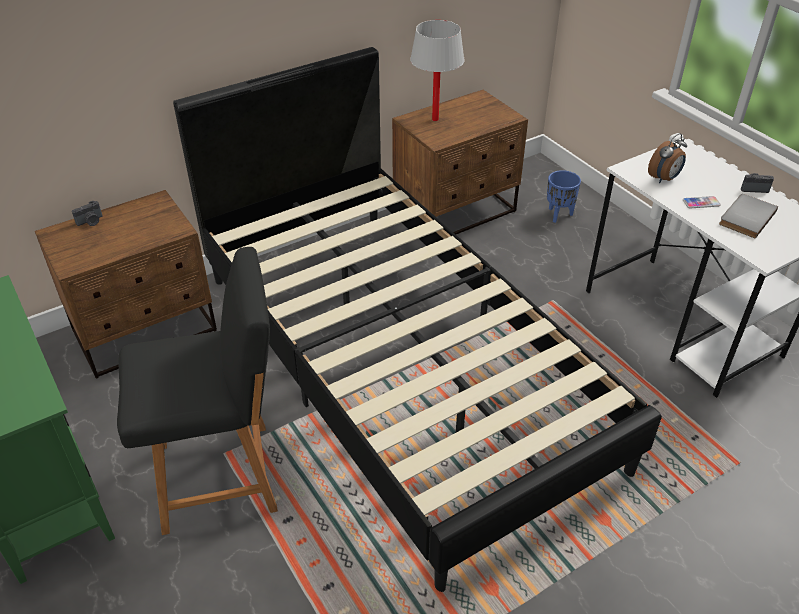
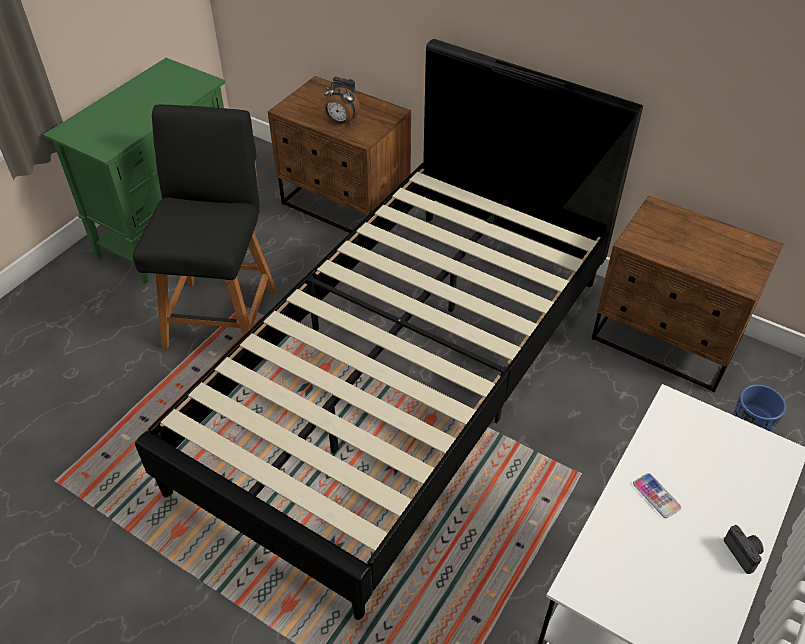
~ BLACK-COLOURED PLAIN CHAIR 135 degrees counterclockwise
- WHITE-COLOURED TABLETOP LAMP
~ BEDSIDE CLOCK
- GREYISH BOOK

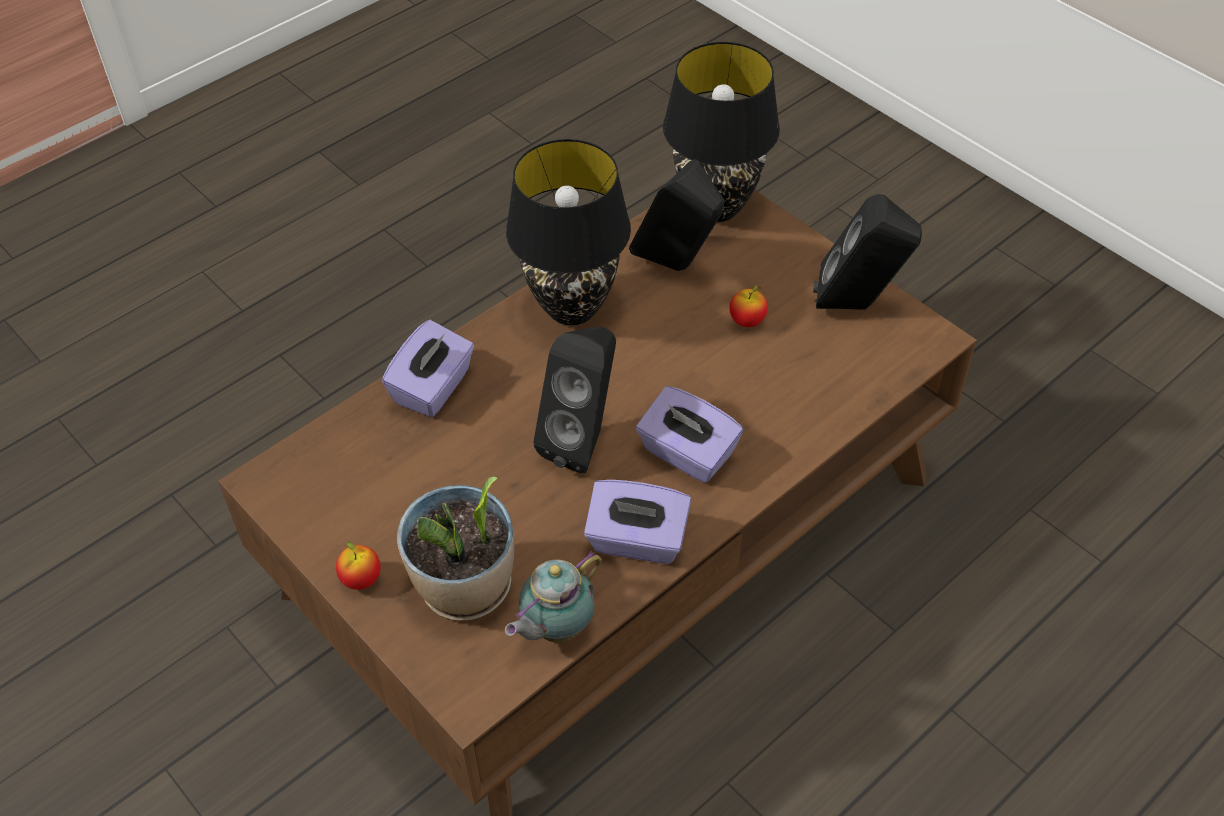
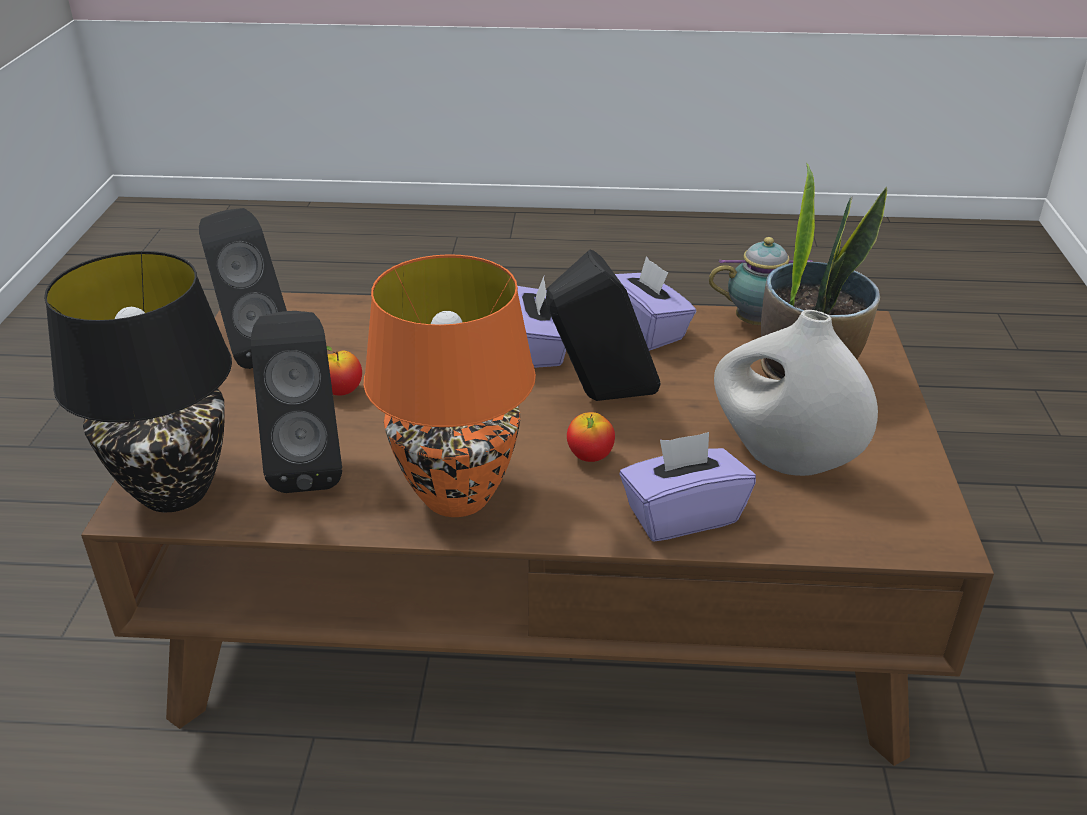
~ APPLE (1st from left in the first image) to APPLE (2nd from left)
~ BLACK-COLOURED TABLETOP LAMP (1st from left) to ORANGE TABLETOP LAMP
+ WHITE-COLOURED VASE

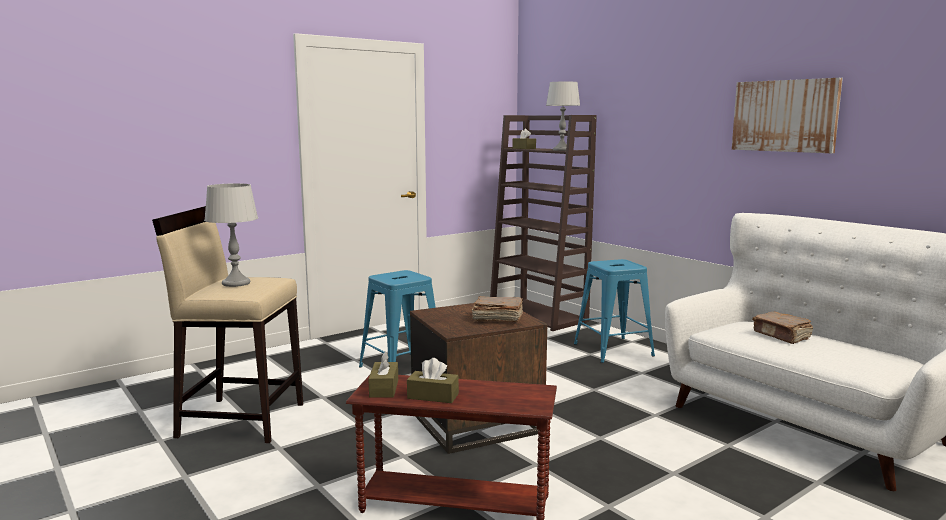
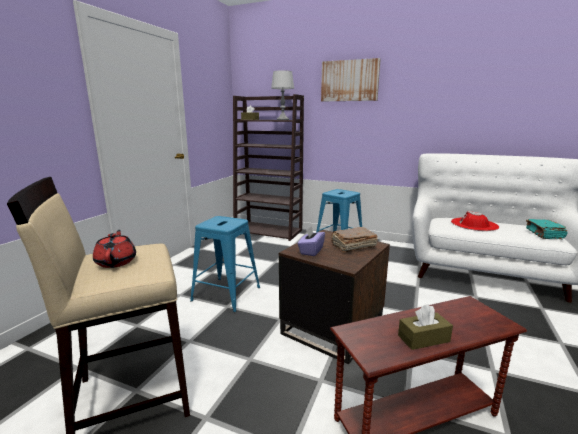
~ GREYISH TABLETOP LAMP (1st from left) to RED-COLOURED TEA POT
- BROWN TISSUE BOX (1st from left)
~ WALL ART
~ BROWN BOOK (2nd from left) to RED-COLOURED CLOTHING HAT
+ PURPLE TISSUE BOX
+ TURQUOISE BOOK

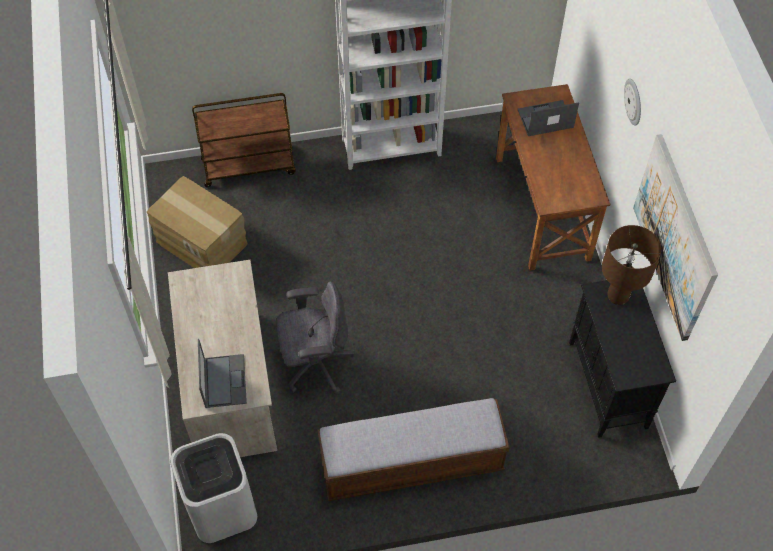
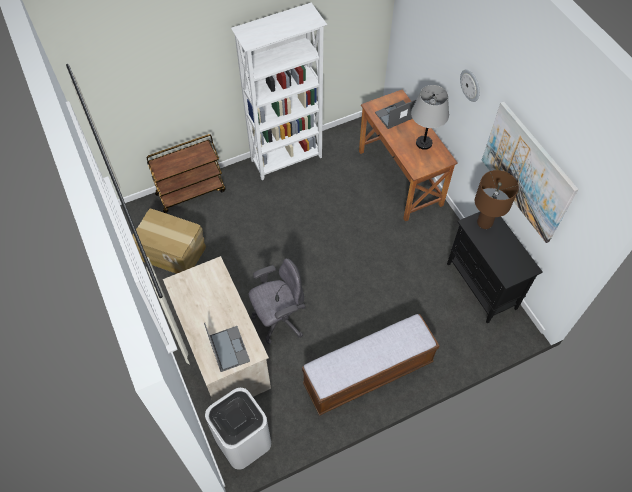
+ GREYISH TABLETOP LAMP

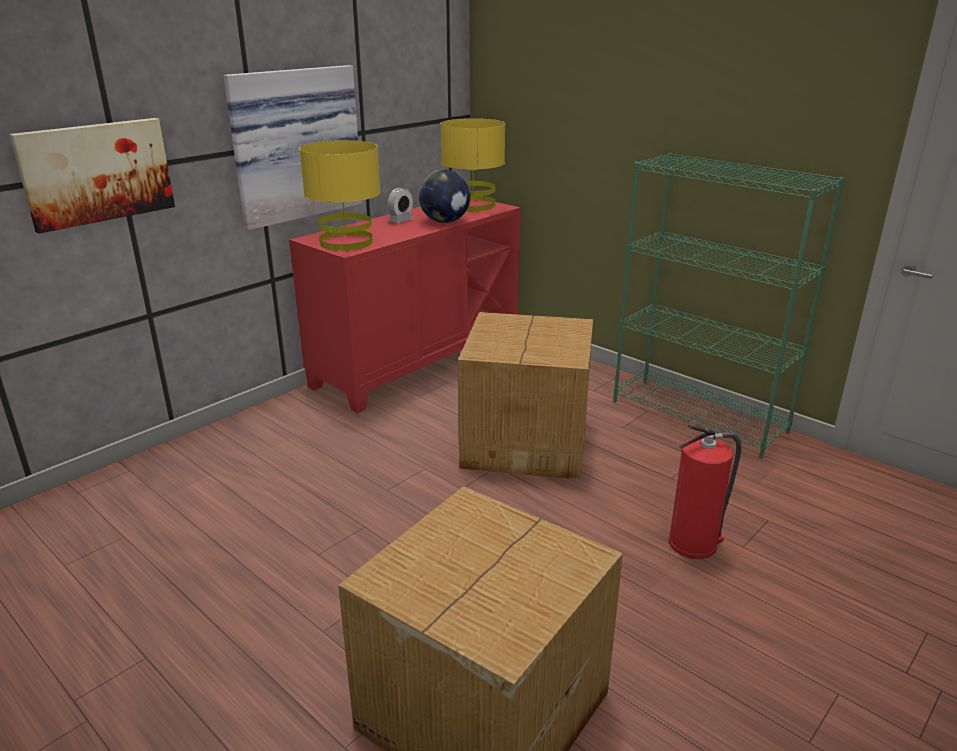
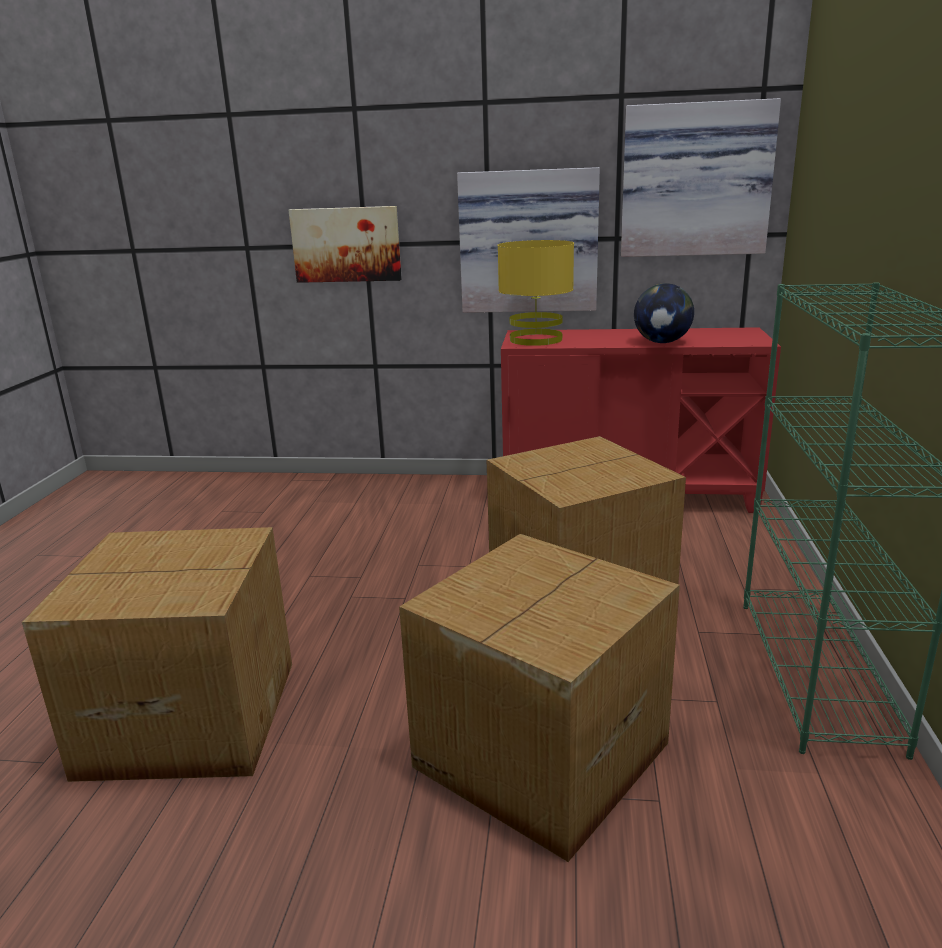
- BEDSIDE CLOCK
- YELLOW-COLOURED TABLETOP LAMP (2nd from left)
~ EXTINGUISHER to CARDBOARD BOX (2nd from left)
+ WALL ART (3rd from left)

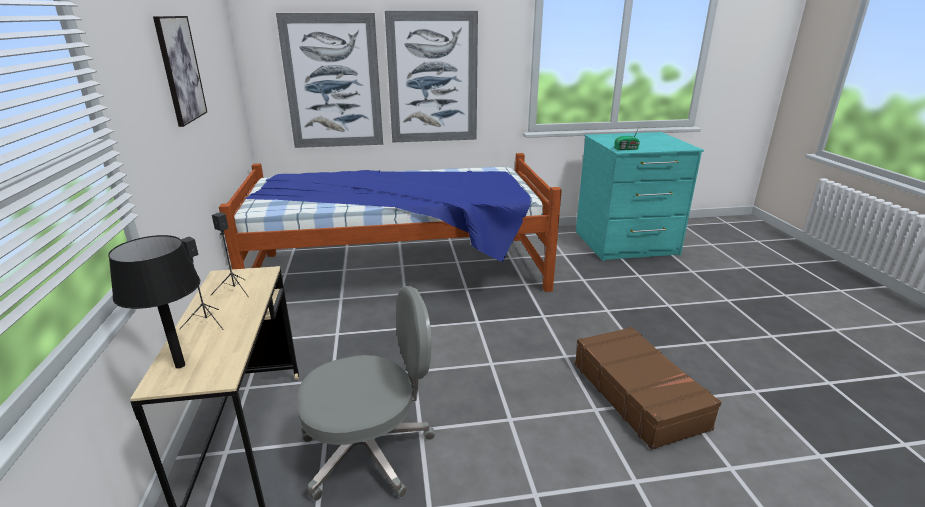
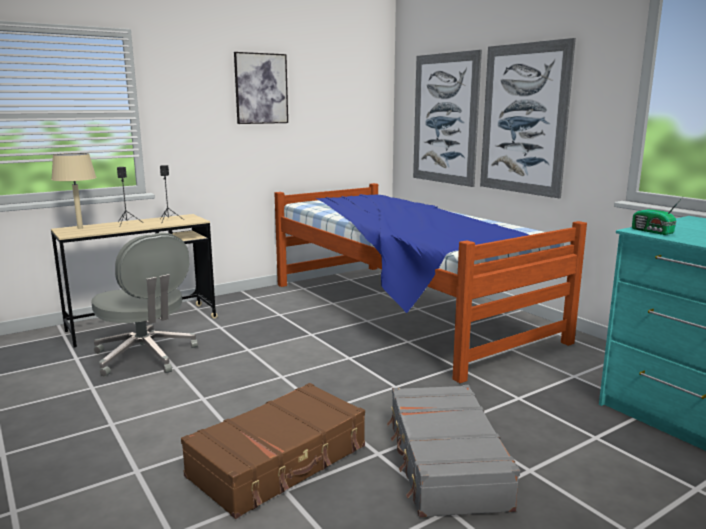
~ BLACK-COLOURED TABLETOP LAMP to BEIGE TABLETOP LAMP
+ GREYISH PIECE OF LUGGAGE

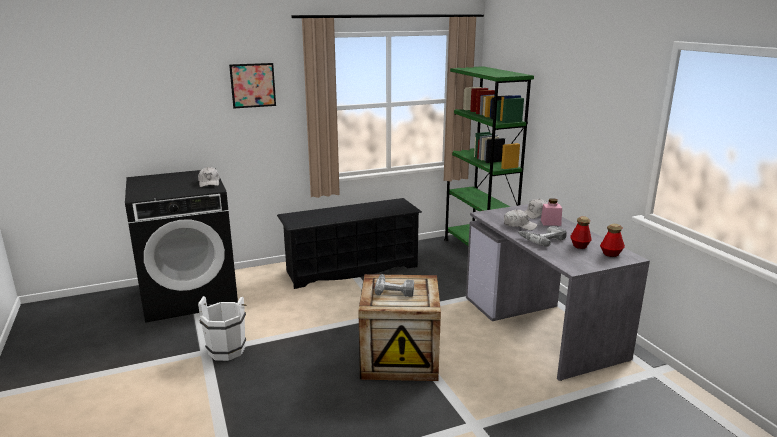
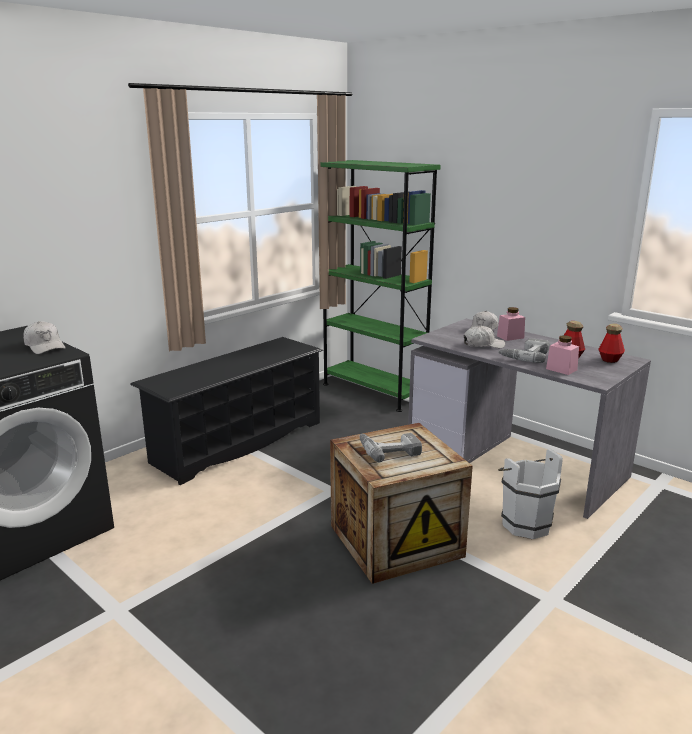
~ WHITE-COLOURED PAIL
- WALL ART
+ PINK JAR (2nd from left)

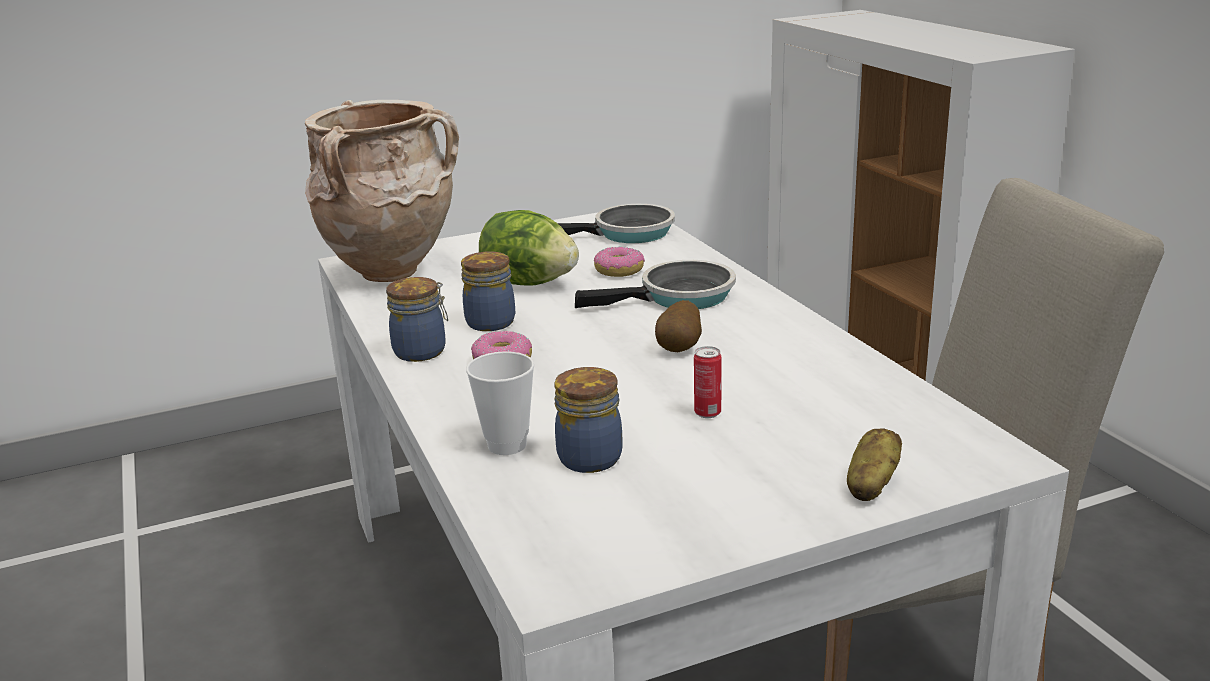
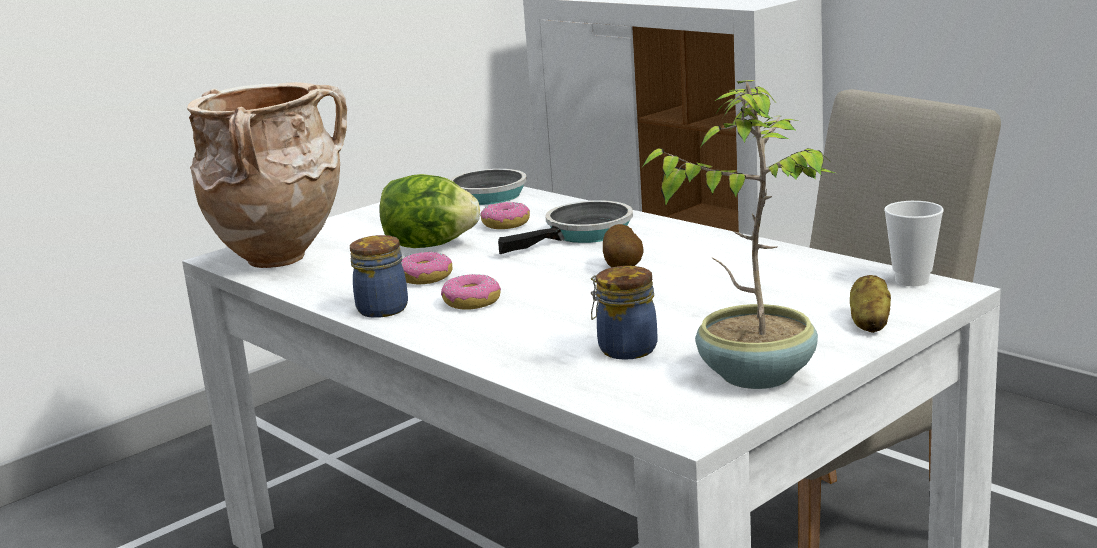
~ JAR (2nd from left) to DOUGHNUT (1st from left)
~ CUP
- CAN
+ HOUSEPLANT

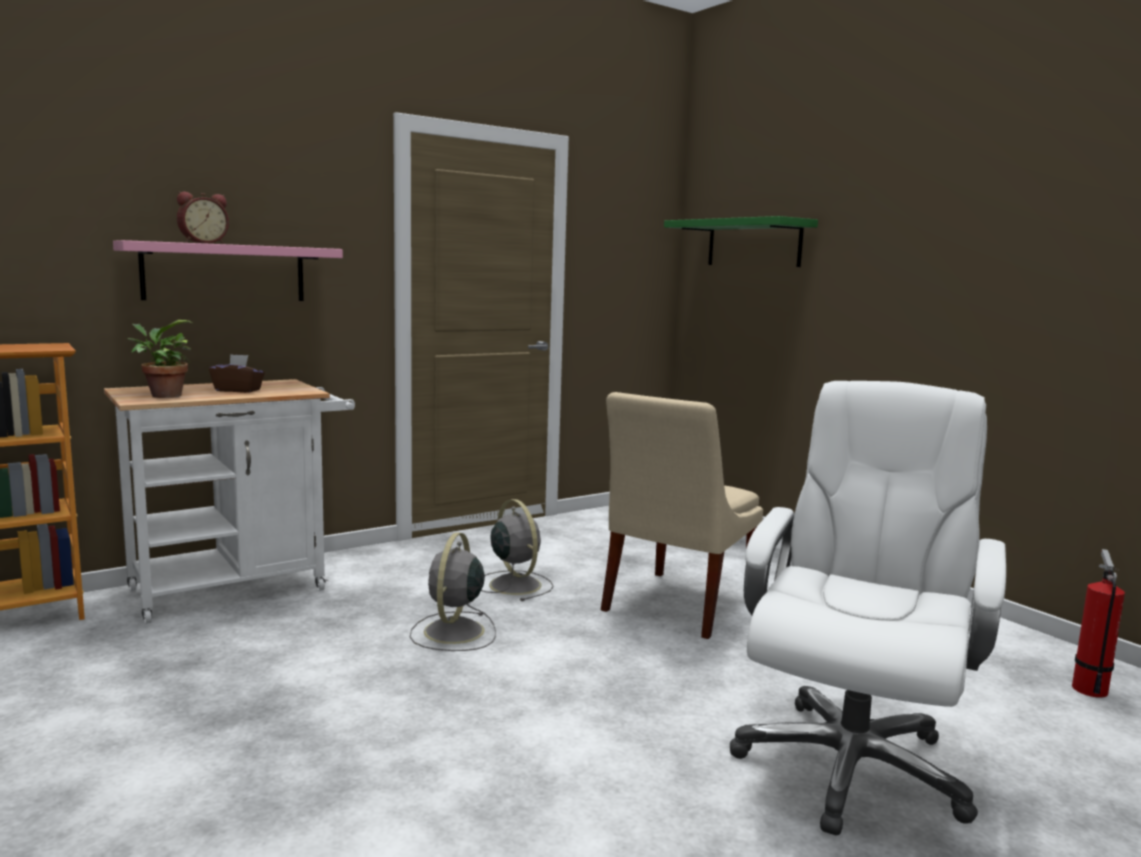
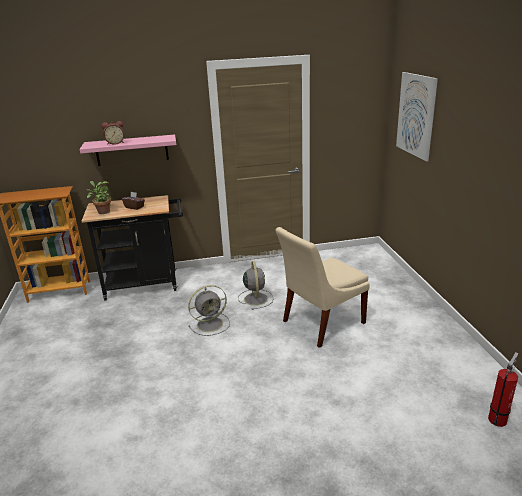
~ WHITE-COLOURED WHEELED CART to BLACK-COLOURED WHEELED CART
~ GREYISH ELECTRIC FAN (1st from left) 150 degrees counterclockwise
~ GREENISH SHELF to WALL ART
- WHITE-COLOURED DESK CHAIR

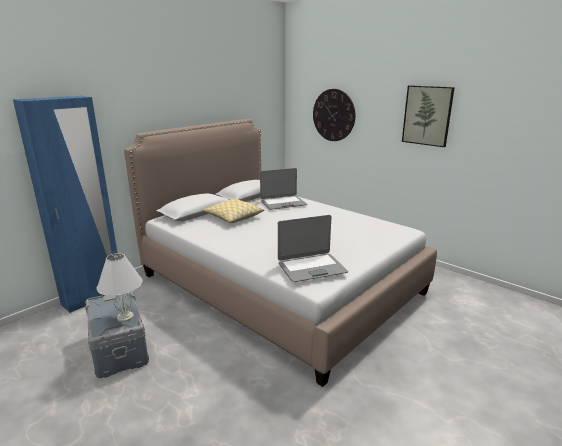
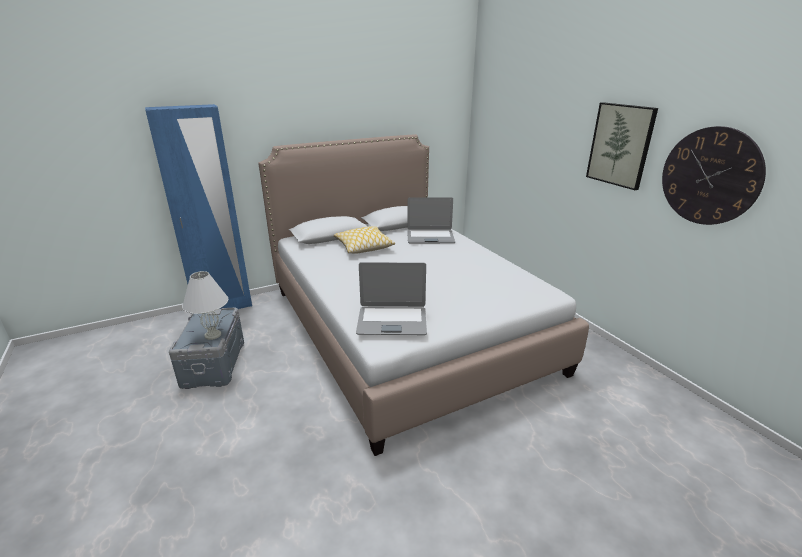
~ WALL CLOCK

